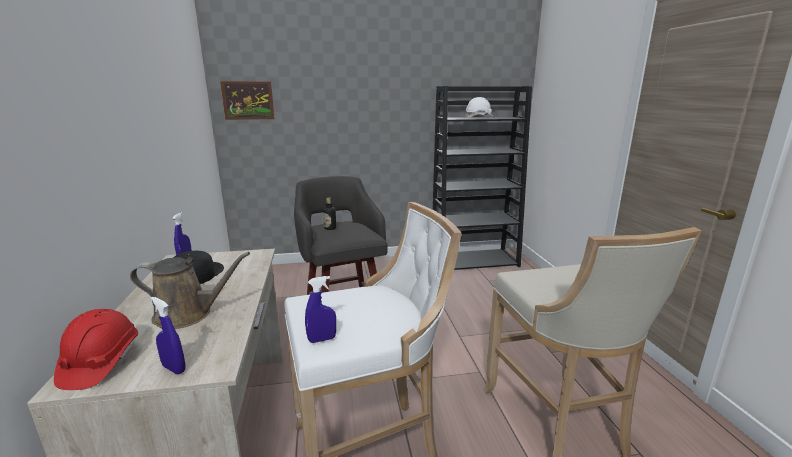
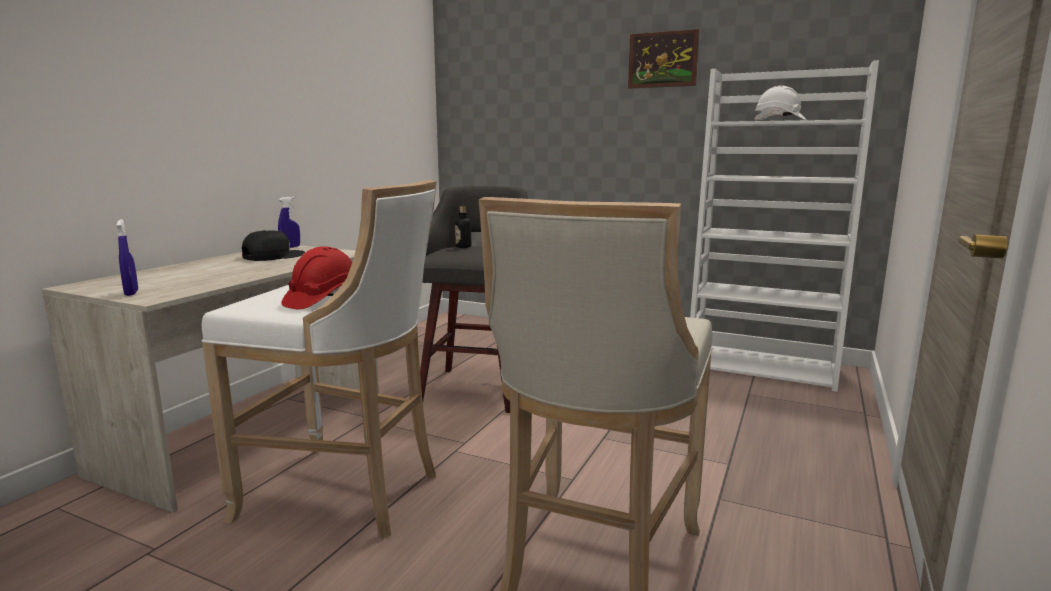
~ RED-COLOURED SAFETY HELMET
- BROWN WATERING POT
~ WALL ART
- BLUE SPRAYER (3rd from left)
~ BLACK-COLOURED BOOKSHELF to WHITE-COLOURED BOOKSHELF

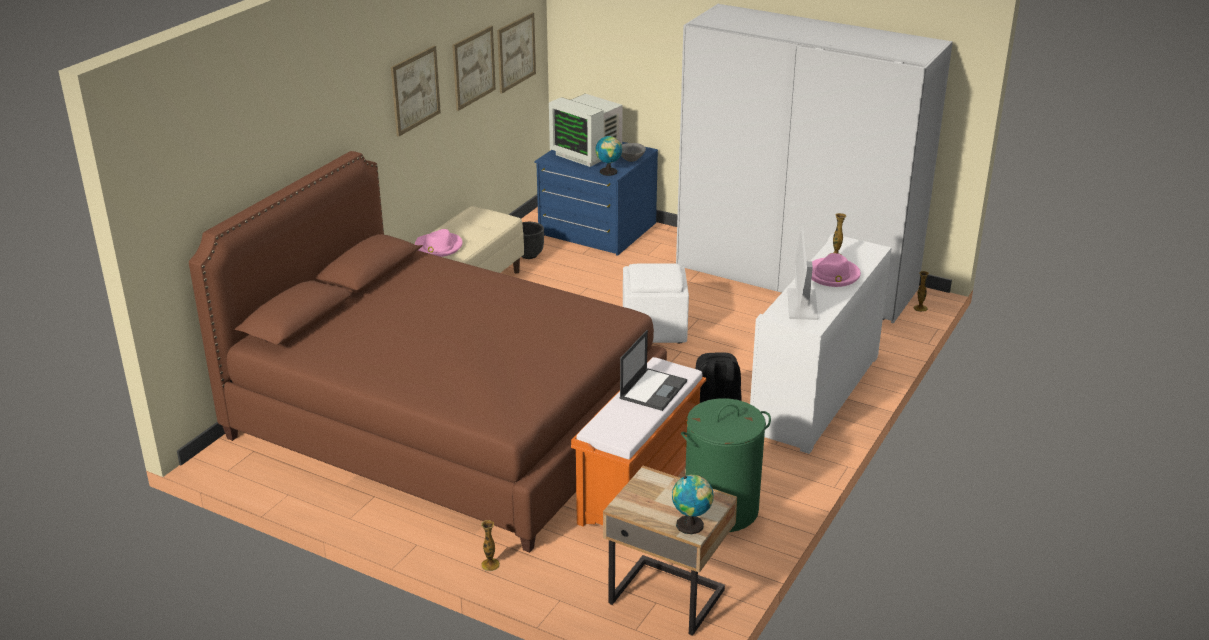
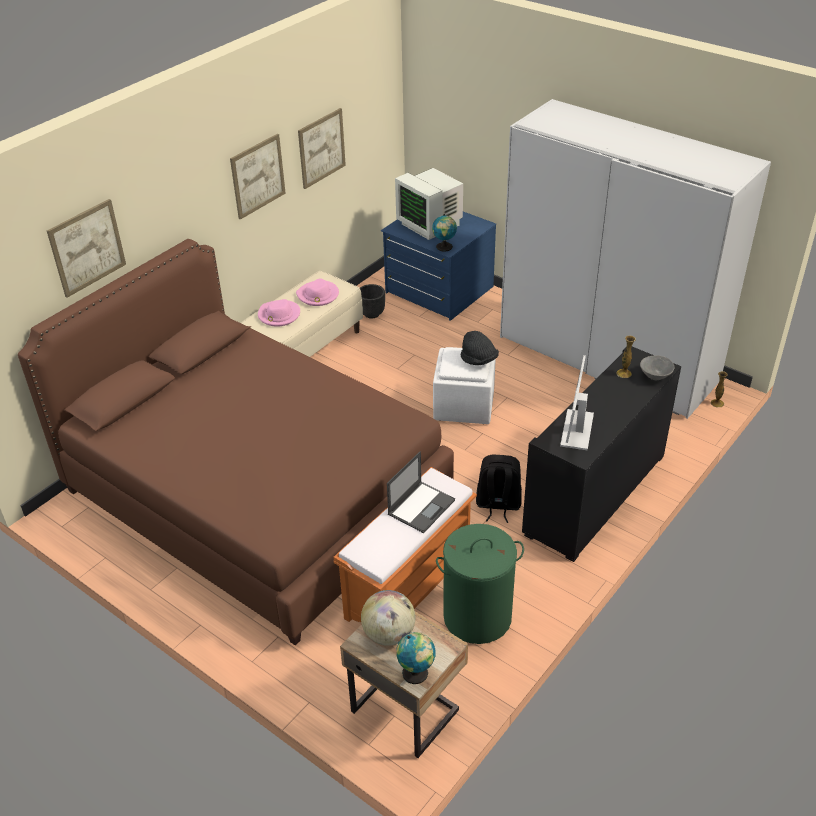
- VASE (1st from left)
~ WALL ART (3rd from left in the first image) to WALL ART (1st from left)
~ GREYISH SERVING BOWL
~ WHITE-COLOURED CABINET to BLACK-COLOURED CABINET
~ PINK CLOTHING HAT (2nd from left)
+ GLOBE (1st from left)
+ BLACK-COLOURED CLOTHING HAT

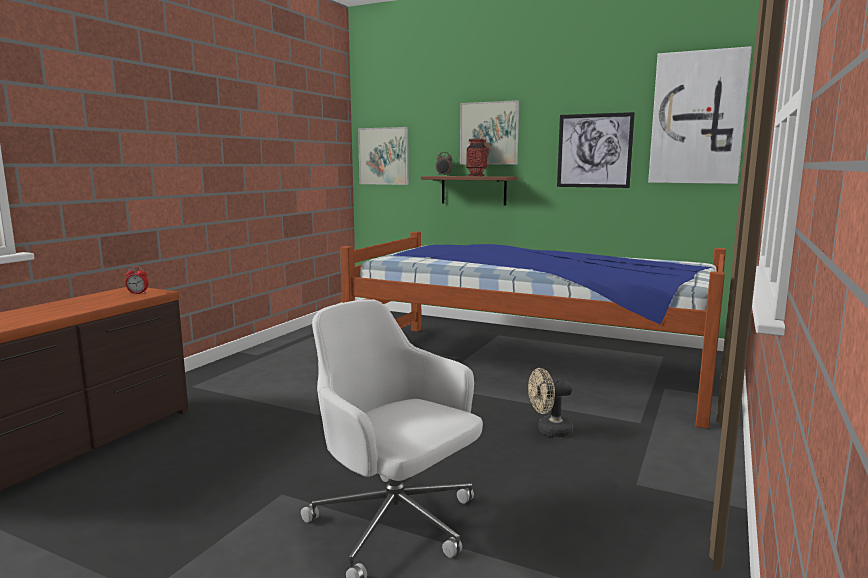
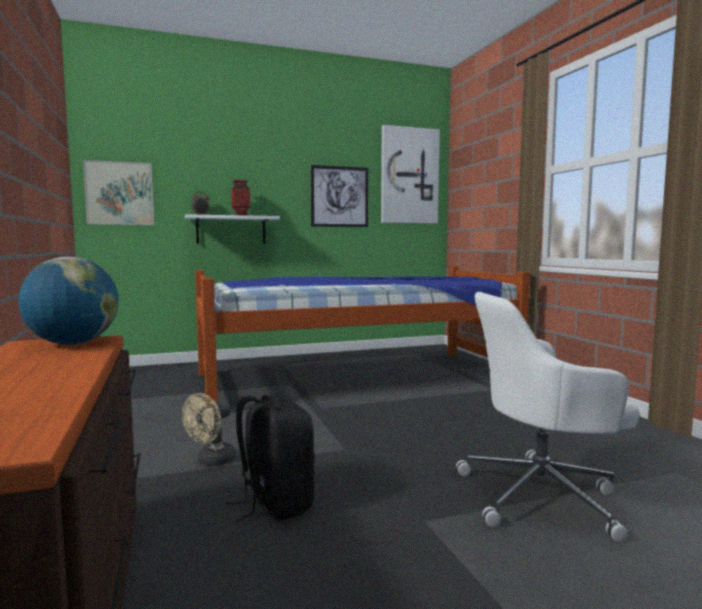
~ BEDSIDE CLOCK (1st from left) to GLOBE
~ BROWN SHELF to WHITE-COLOURED SHELF
- WALL ART (2nd from left)
~ BEIGE ELECTRIC FAN
+ BLACK-COLOURED RUCKSACK

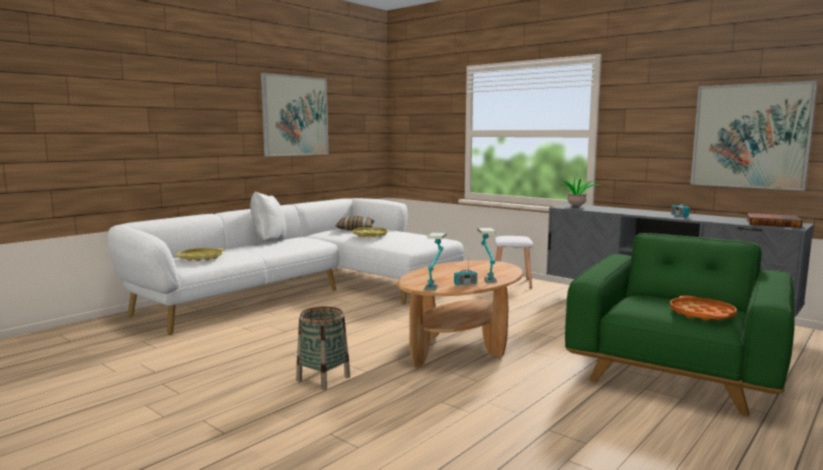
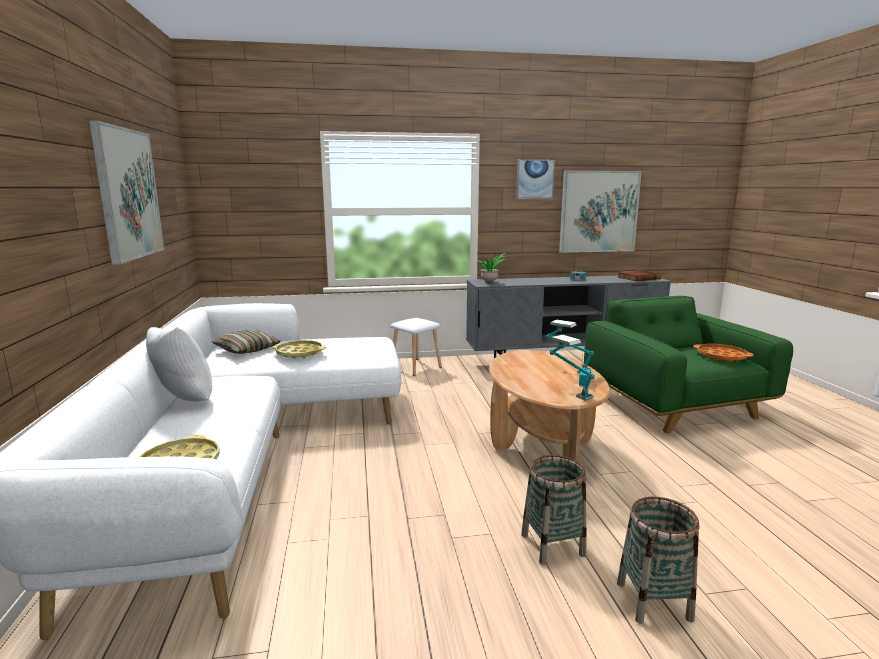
+ WALL ART (2nd from left)
+ HOUSEHOLD BASKET (2nd from left)

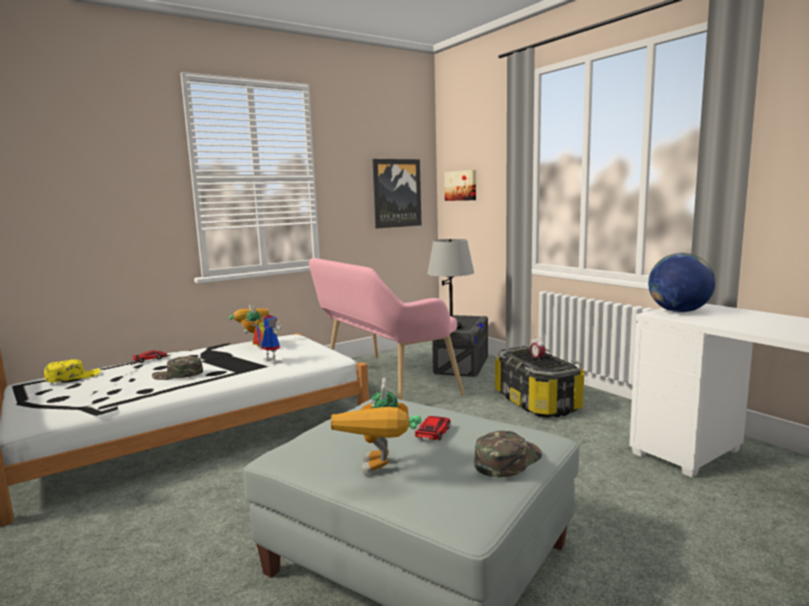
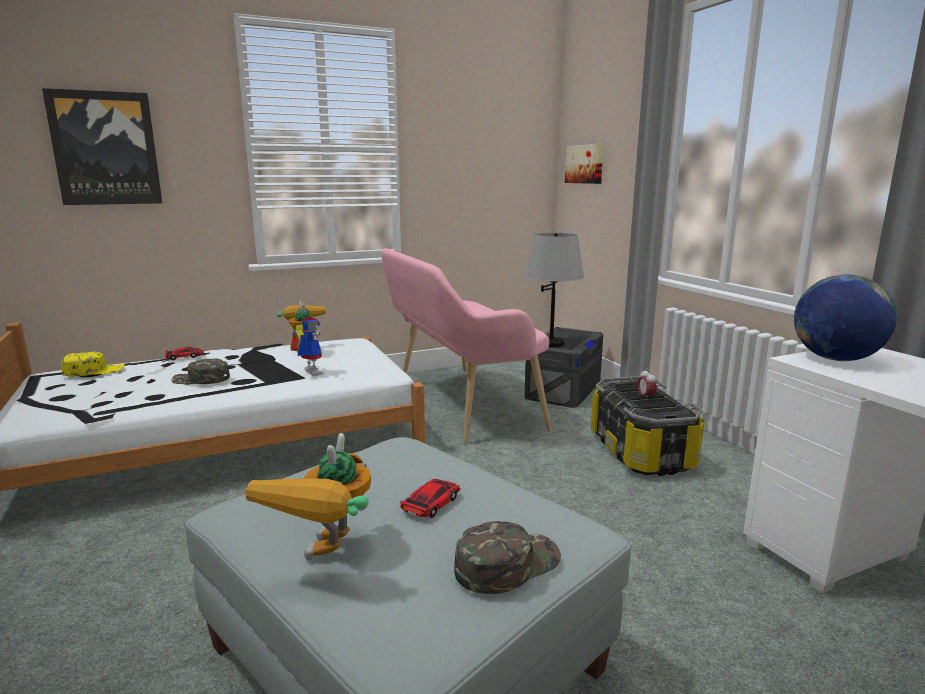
~ WALL ART (1st from left)

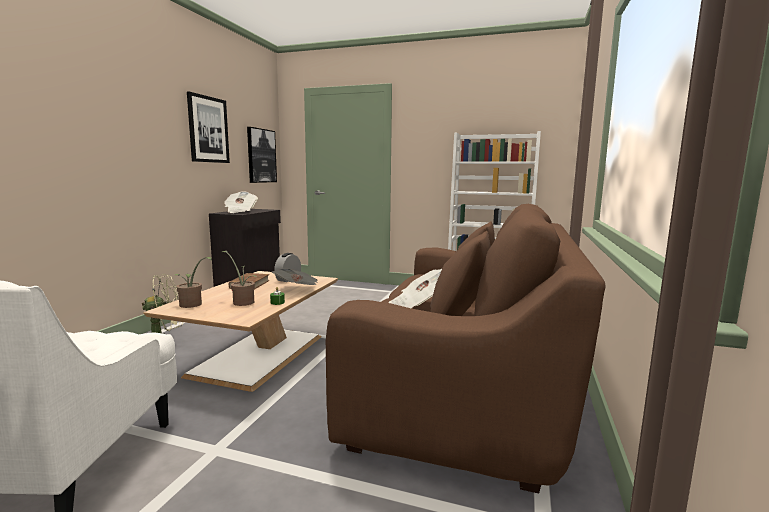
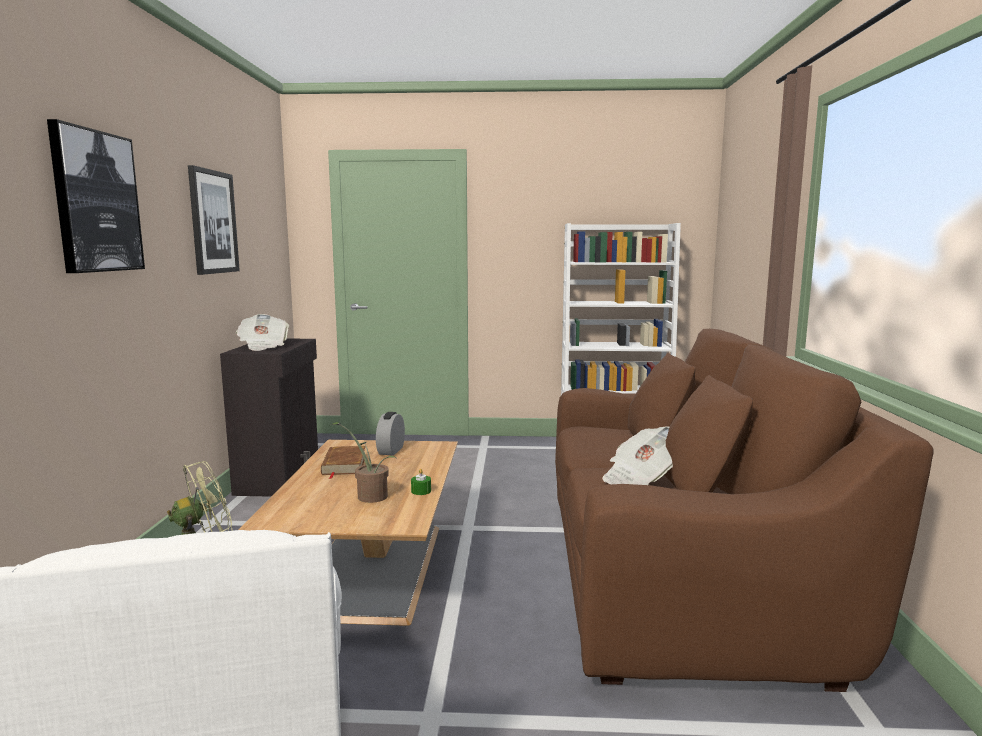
- HOUSEPLANT (1st from left)
~ WALL ART (2nd from left in the first image) to WALL ART (1st from left)
- NEWSPAPER (2nd from left)

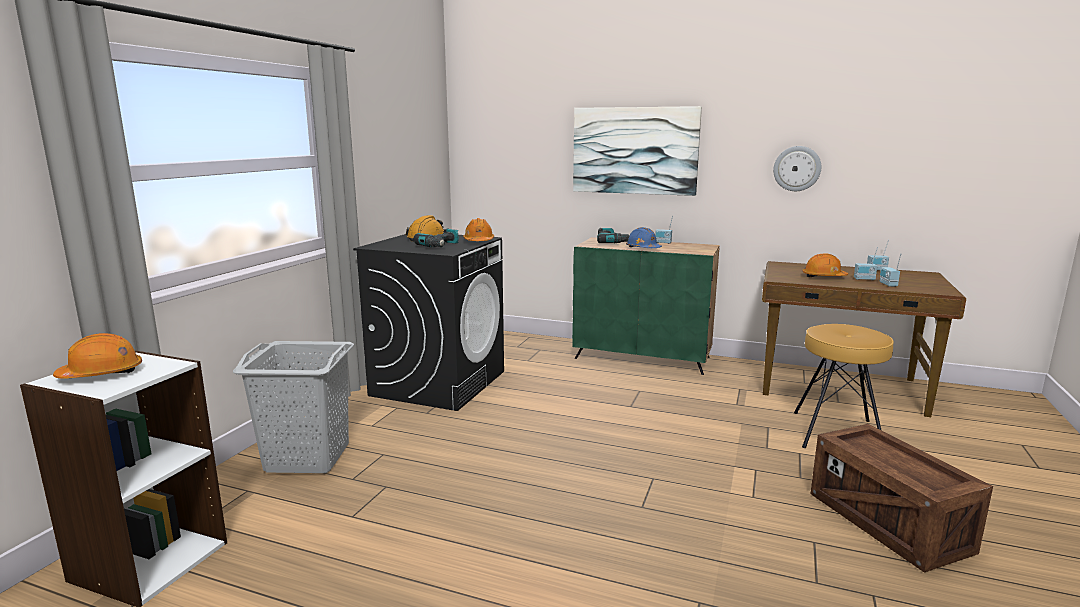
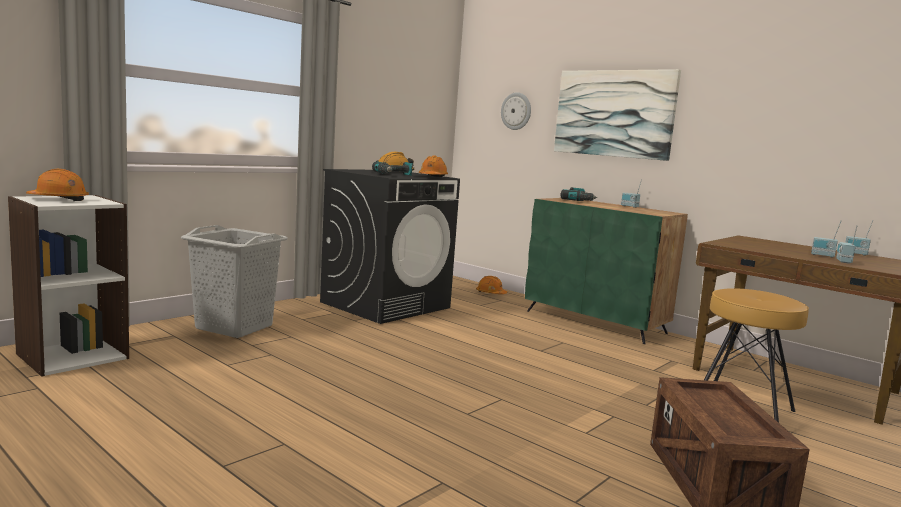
- BLUE SAFETY HELMET
~ WALL CLOCK
~ ORANGE SAFETY HELMET (4th from left)

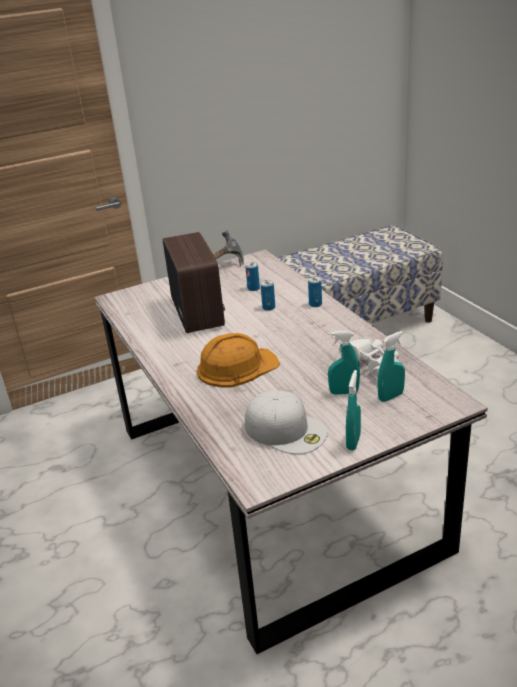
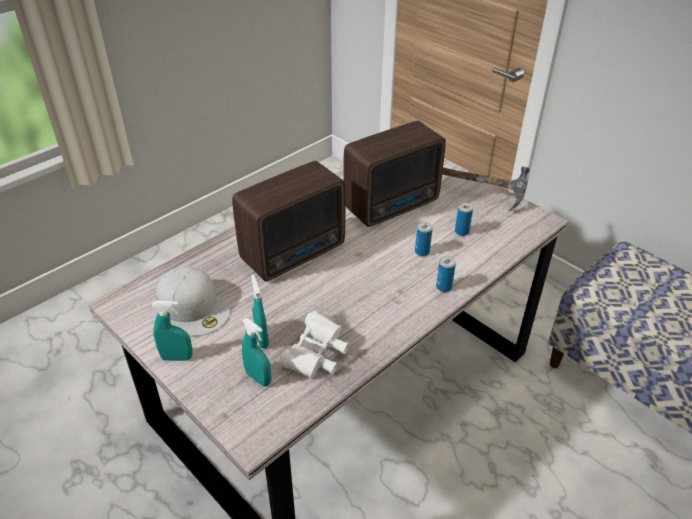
~ ORANGE SAFETY HELMET to RADIO SET (1st from left)
~ WHITE-COLOURED PEAKED CAP 60 degrees counterclockwise

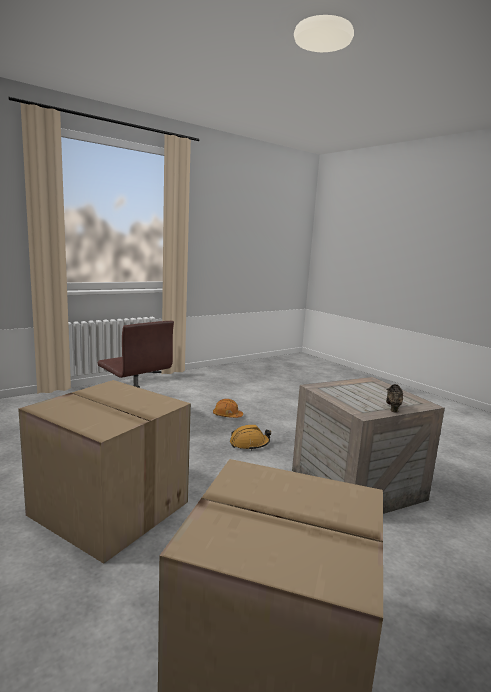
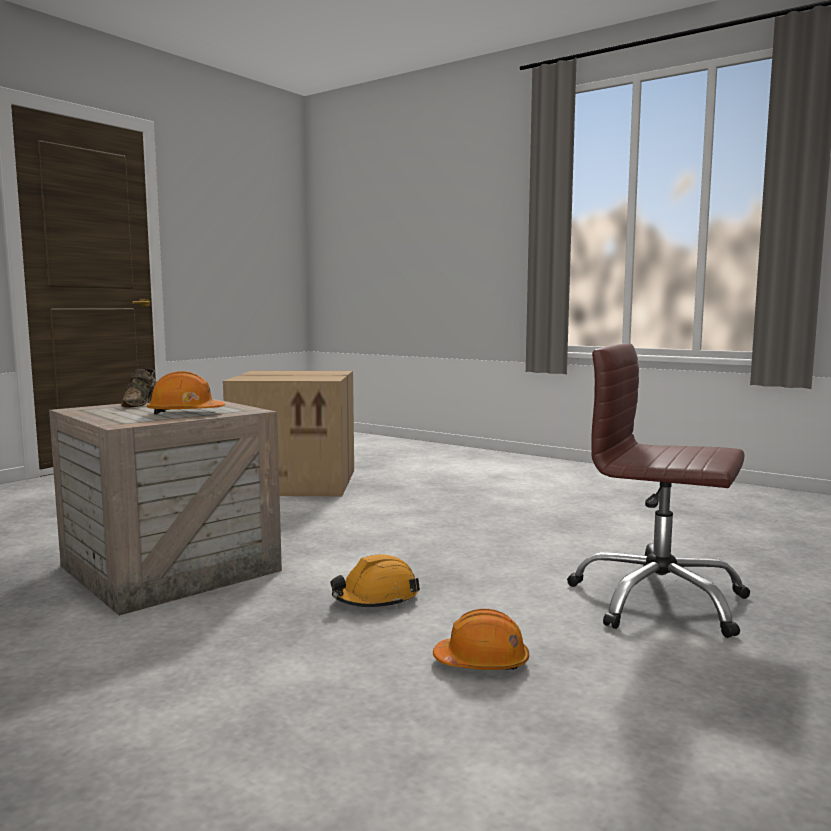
- CARDBOARD BOX (1st from left)
+ ORANGE SAFETY HELMET (1st from left)

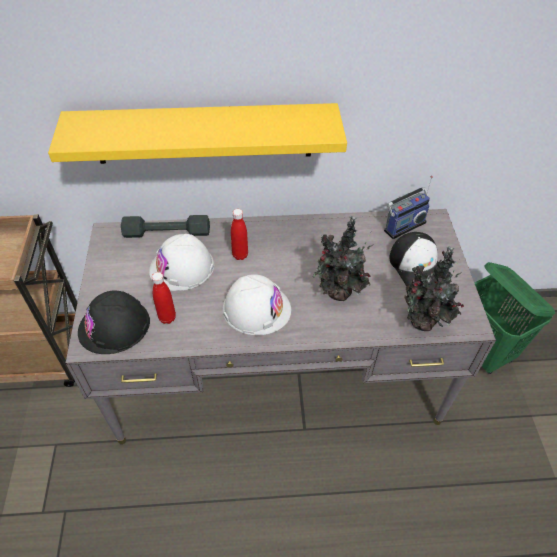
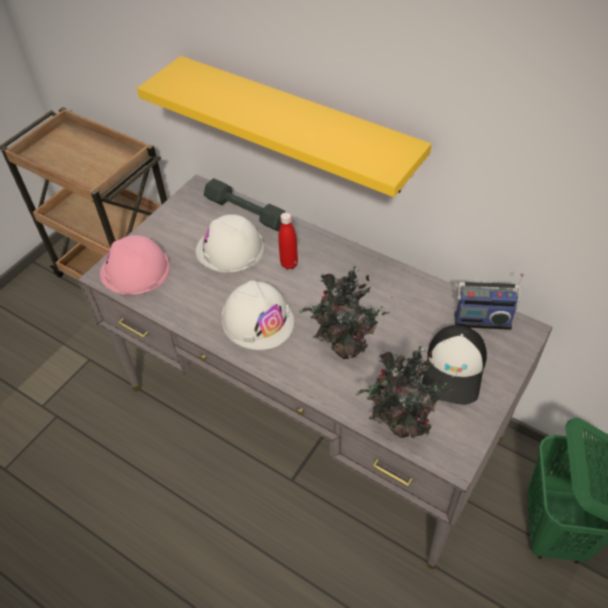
~ BLACK-COLOURED SAFETY HELMET to PINK SAFETY HELMET
- RED-COLOURED DRINK BOTTLE (1st from left)

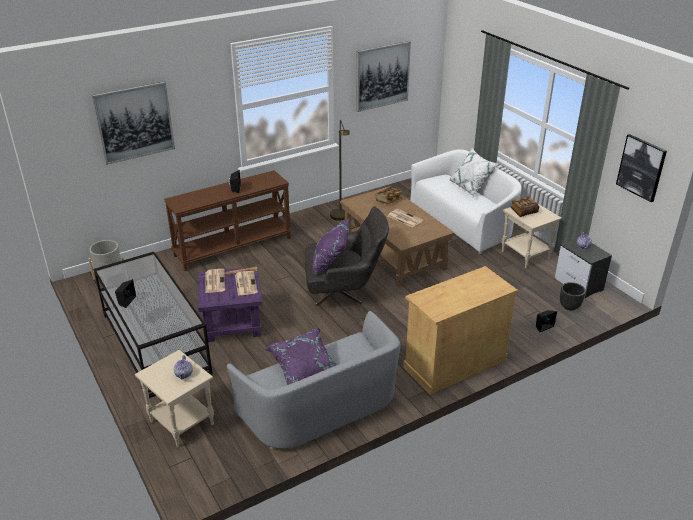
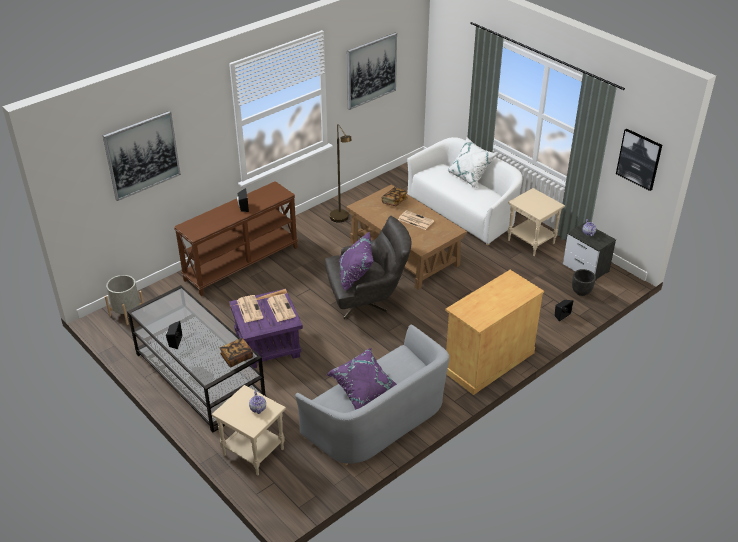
~ BOOK (2nd from left in the first image) to BOOK (1st from left)

